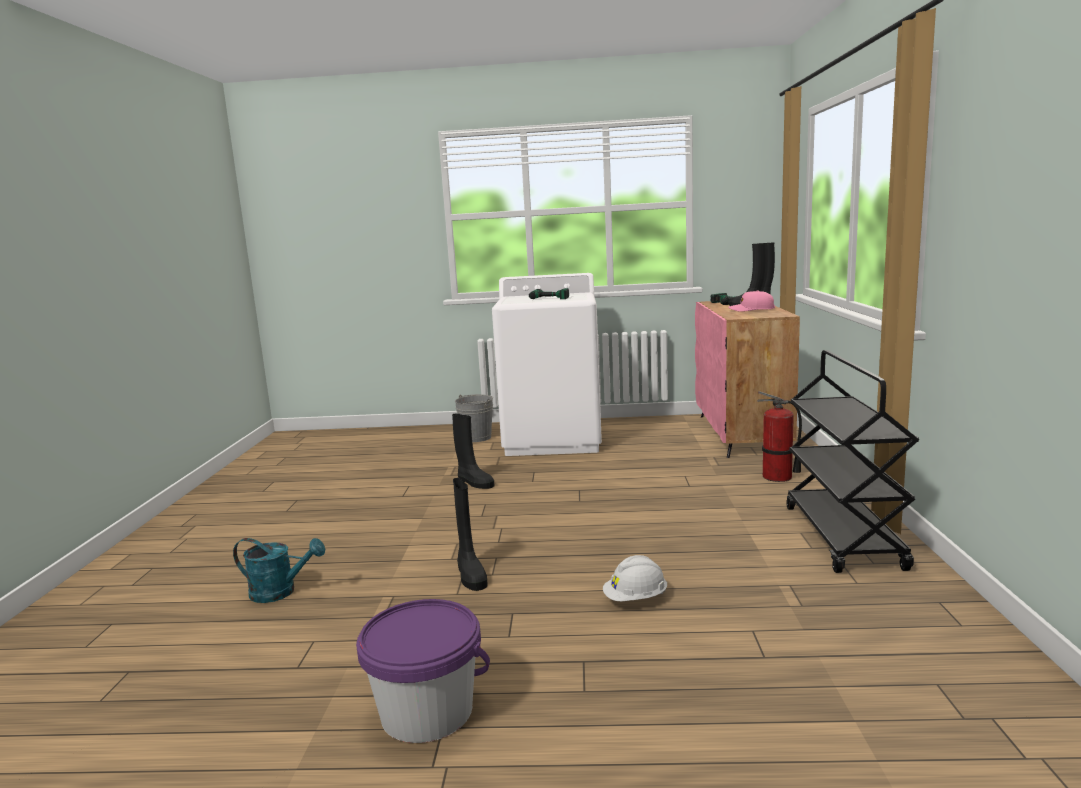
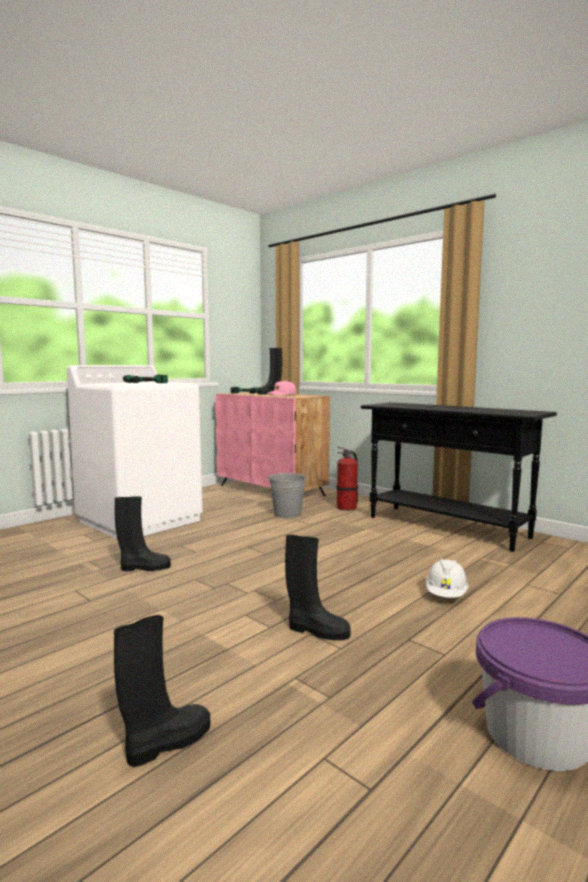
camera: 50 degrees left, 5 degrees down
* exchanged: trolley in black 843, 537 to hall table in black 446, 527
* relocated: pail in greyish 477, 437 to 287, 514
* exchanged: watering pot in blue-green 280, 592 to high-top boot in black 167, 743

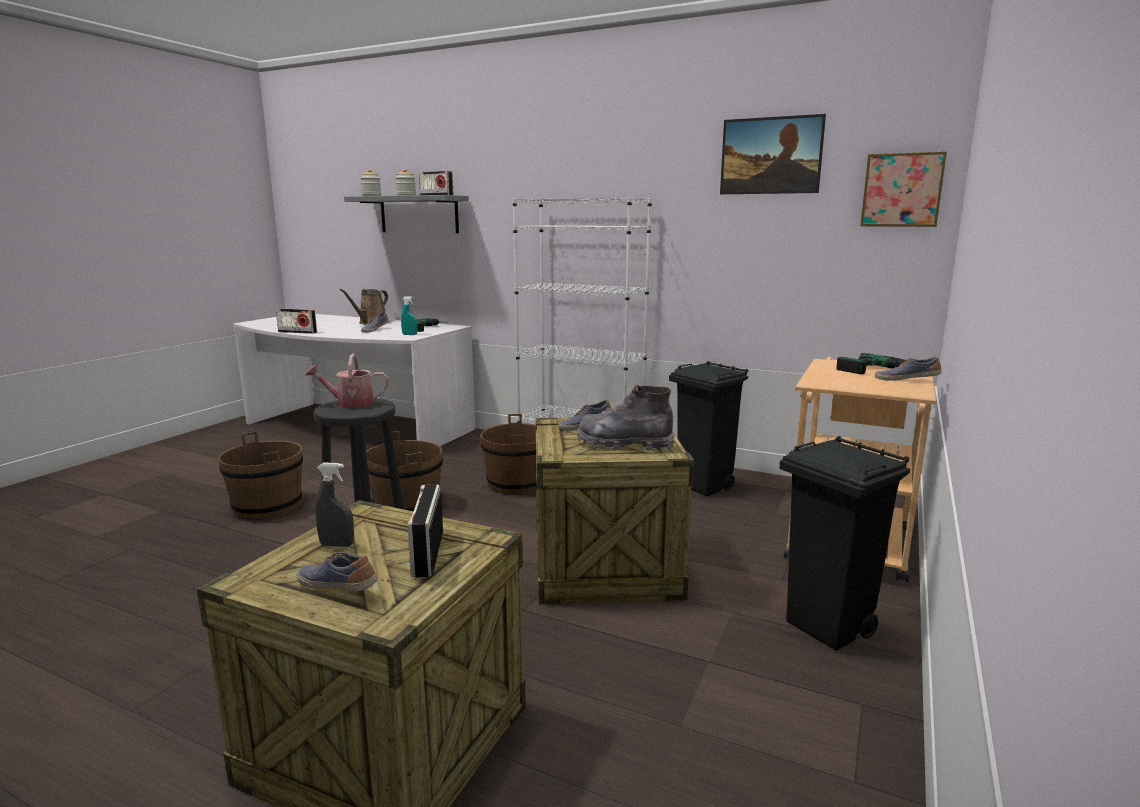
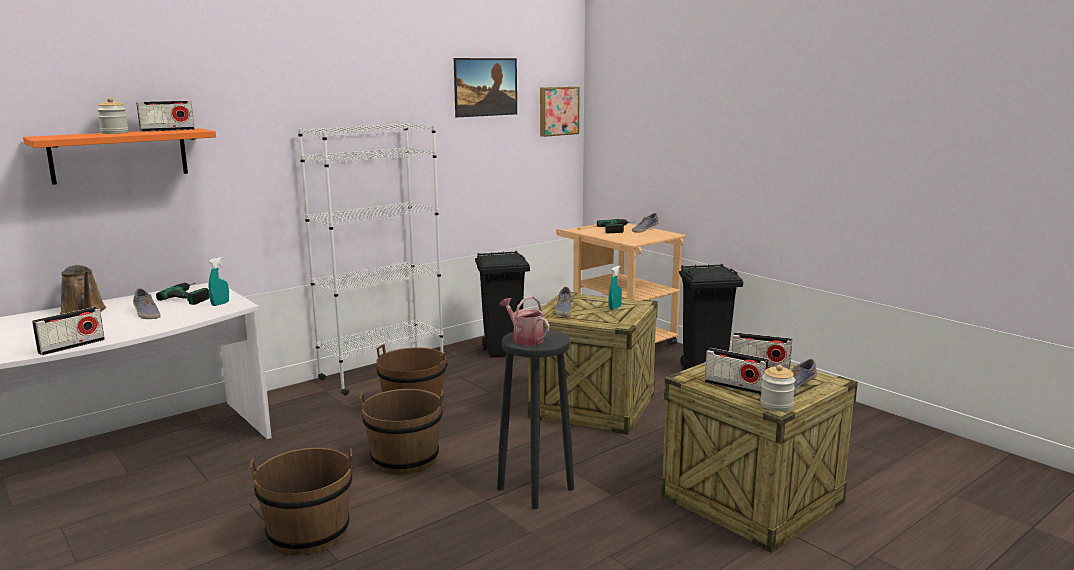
camera: 65 degrees left, 0 degrees up
* relocated: jar 371, 196 to 776, 405
* colour: shelf in greyish 419, 214 to shelf in orange 119, 155
* spun: watering pot 350, 403 = 525, 338 120 degrees clockwise
* exchanged: high-top boot in greyish 624, 444 to spray bottle in blue-green 614, 308
* exchanged: spray bottle in greyish 337, 545 to radio receiver 735, 387

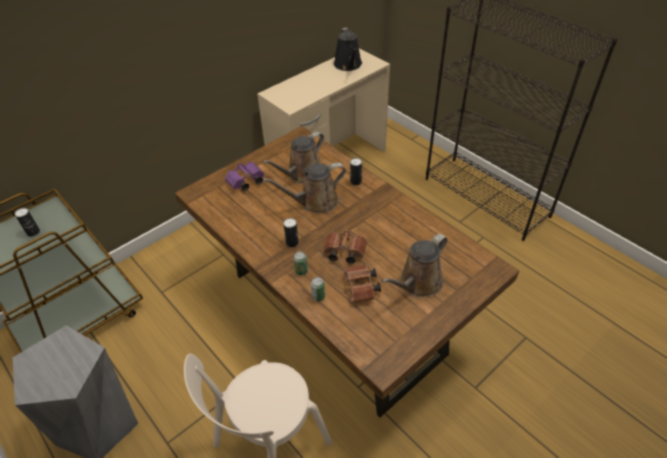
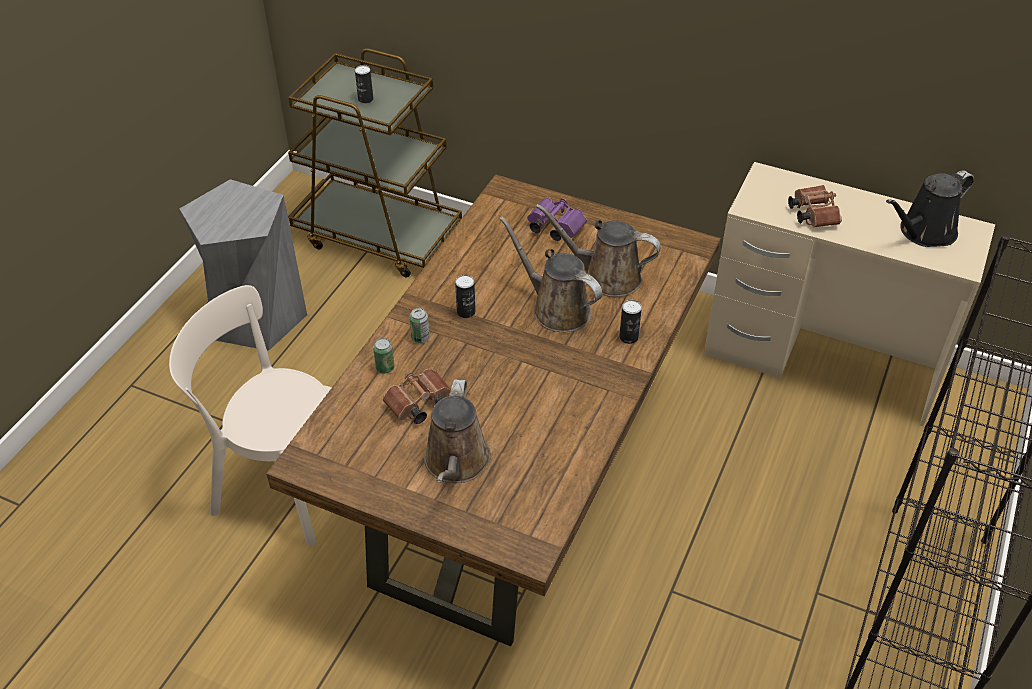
camera: 65 degrees right, 0 degrees up
* relocated: pair of binoculars in brown 343, 252 to 812, 214
* spun: watering pot in brown 417, 283 = 456, 463 105 degrees counterclockwise

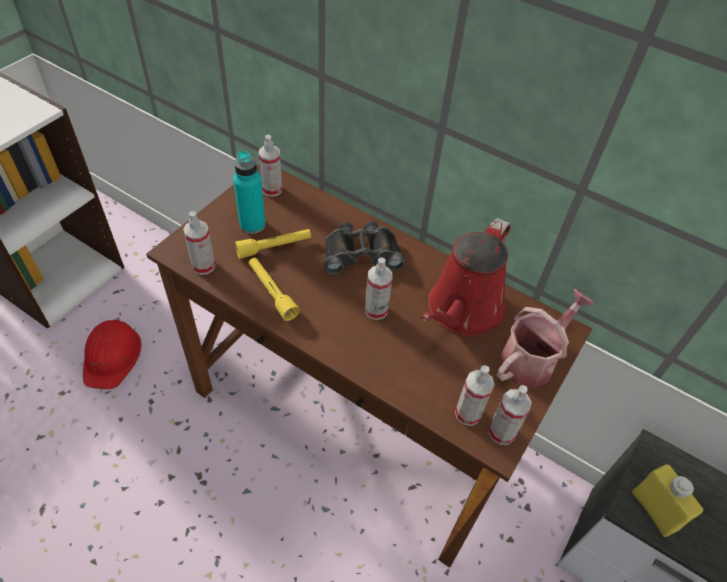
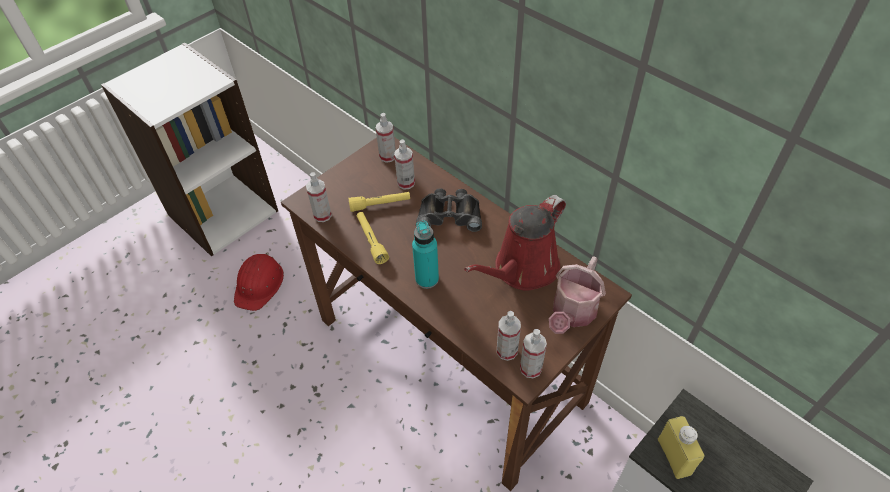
camera: 15 degrees right, 0 degrees up
* relocated: drink bottle in blue-green 252, 225 to 427, 279
* relocated: spray bottle 376, 310 to 406, 183
* spun: watering pot 532, 359 = 572, 314 150 degrees clockwise

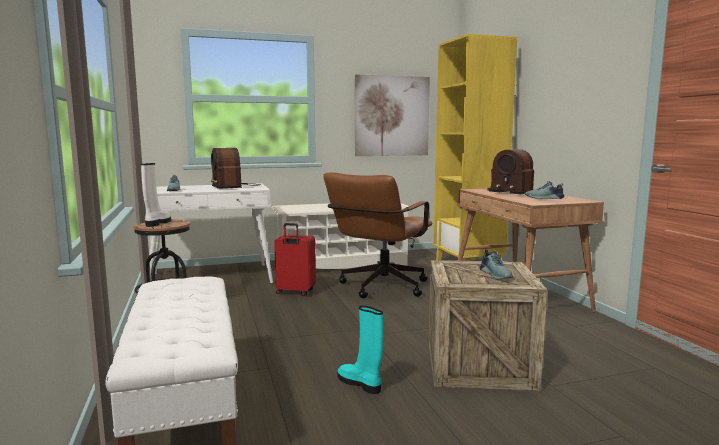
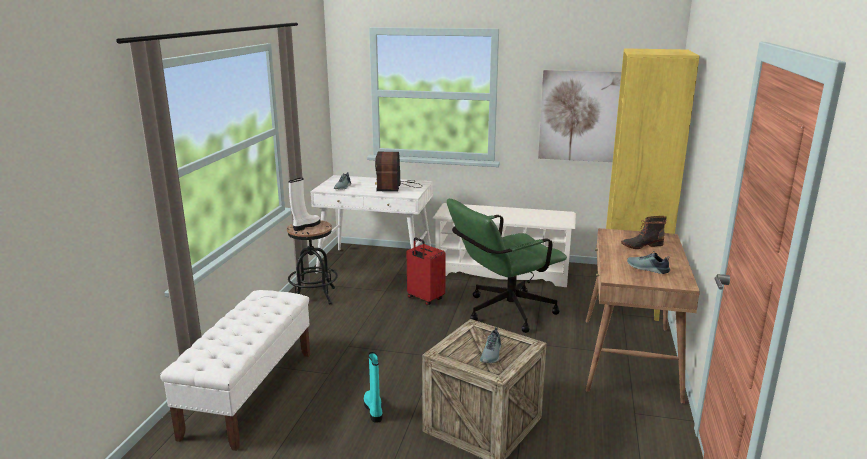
camera: 30 degrees right, 10 degrees up
* exchanged: radio receiver 510, 191 to high-top boot 641, 245
* colour: office chair in brown 379, 288 to office chair in green-coloured 502, 313

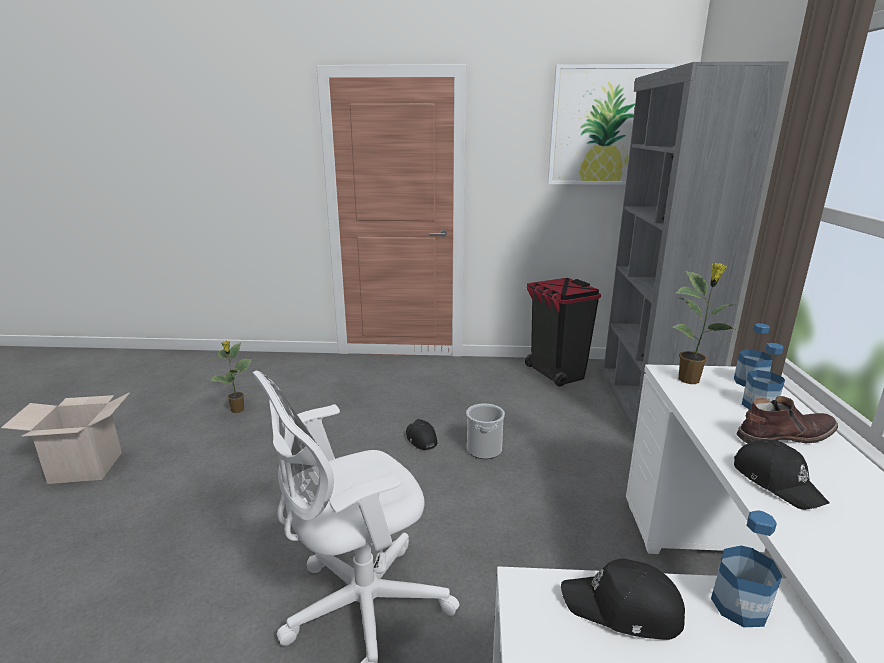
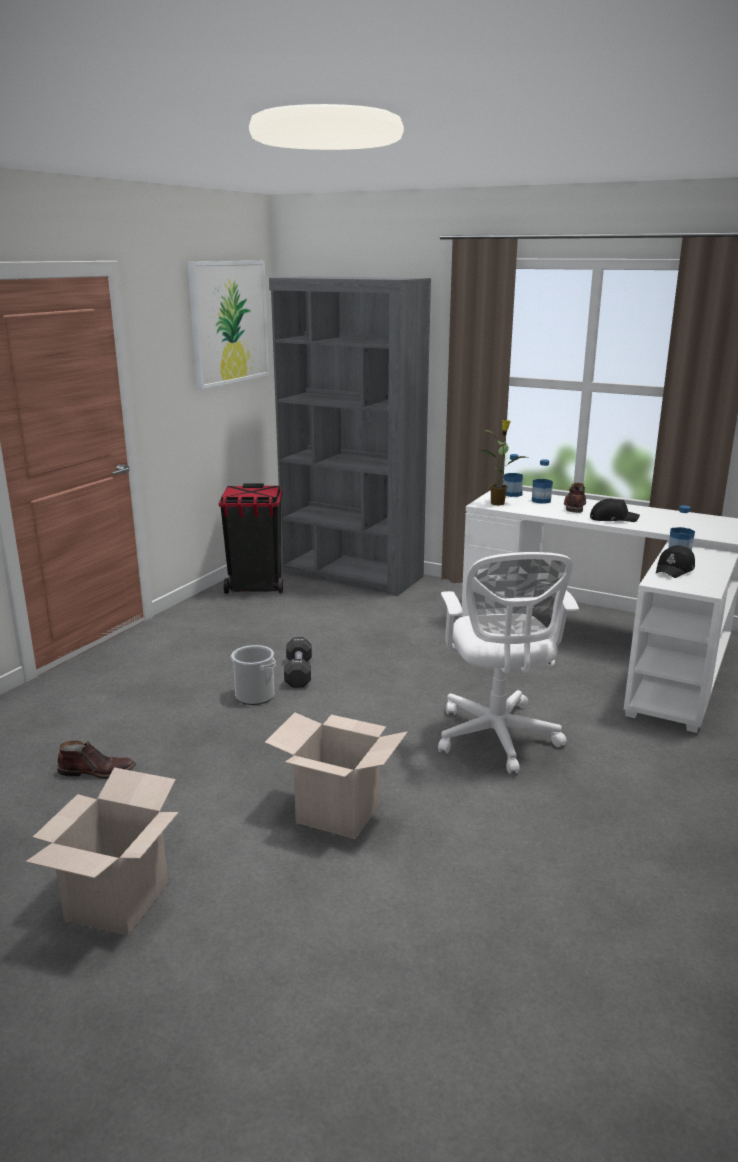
camera: 65 degrees left, 0 degrees up
* exchanged: houseplant 237, 410 to high-top boot in brown 98, 771
* relocated: pail 484, 450 to 255, 696
* exchanged: peaked cap in black 420, 439 to dumbbell in black 298, 673
* appeared: packing box 338, 813

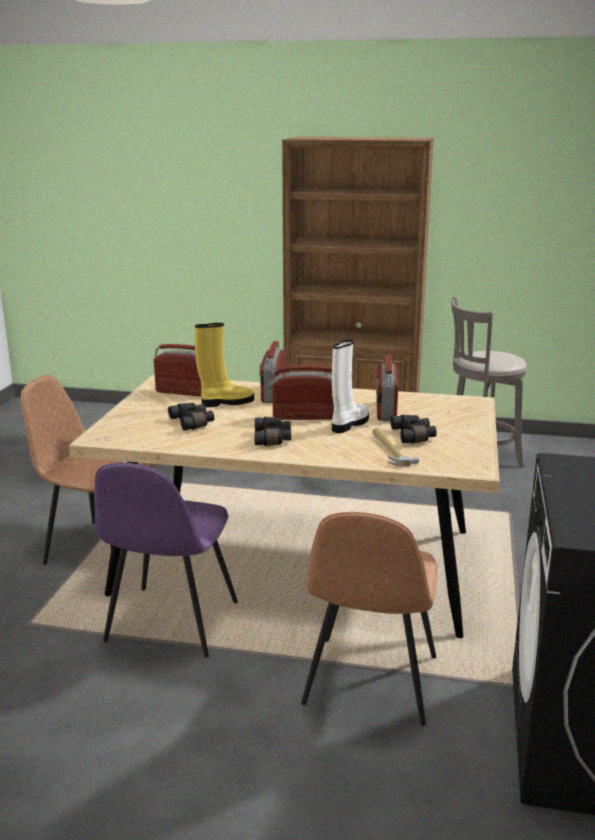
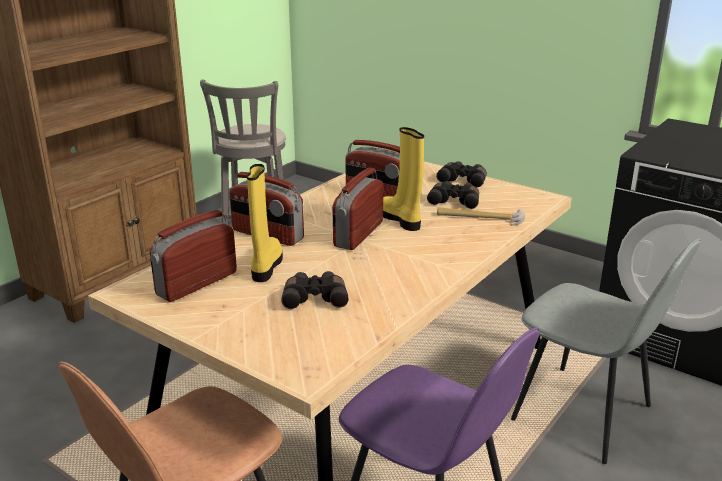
camera: 65 degrees left, 5 degrees up
* colour: high-top boot in white-coloured 349, 424 to high-top boot in yellow 400, 219
* relocated: pair of binoculars in black 273, 439 to 463, 180
* colour: chair in brown 370, 683 to chair in greyish 585, 415

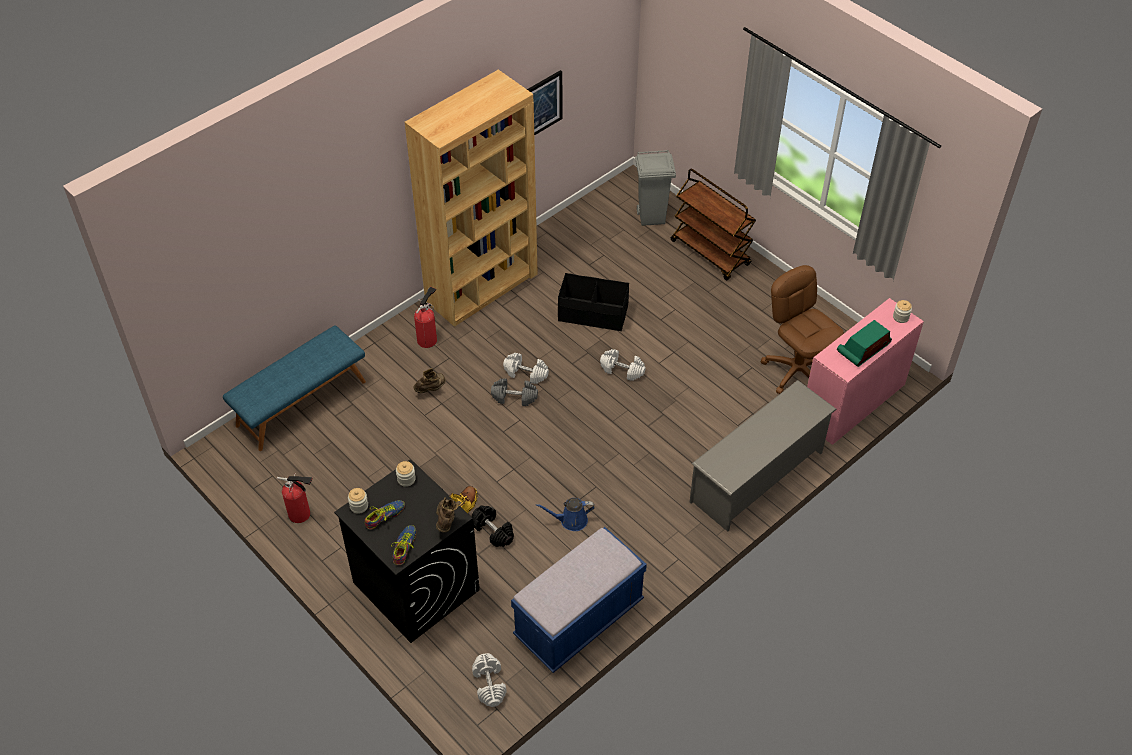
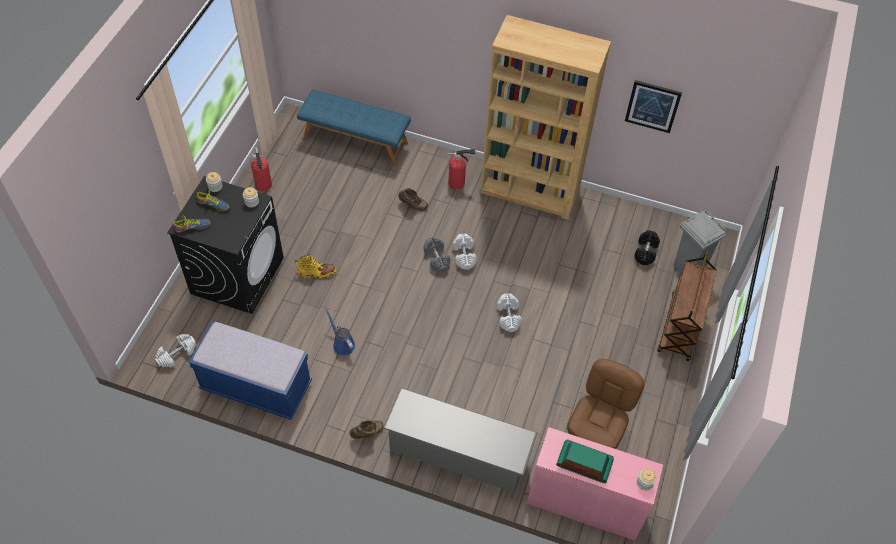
camera: 60 degrees right, 5 degrees up
* missing: storage bin in black 593, 314
* relocated: high-top boot in brown 446, 522 to 367, 434
* relocated: dumbbell in black 493, 531 to 645, 252

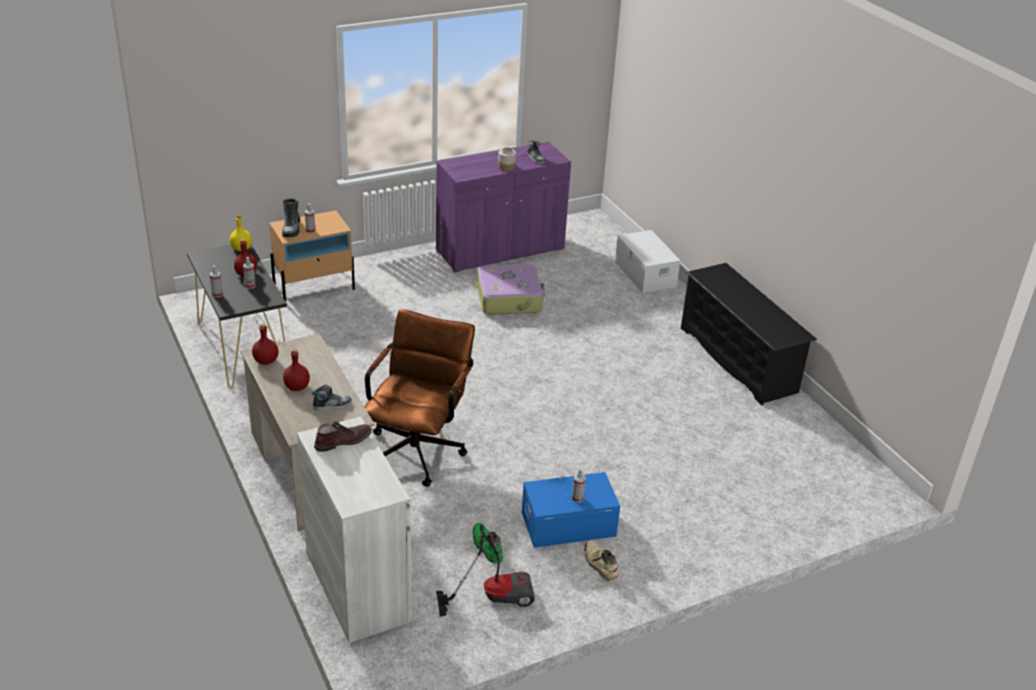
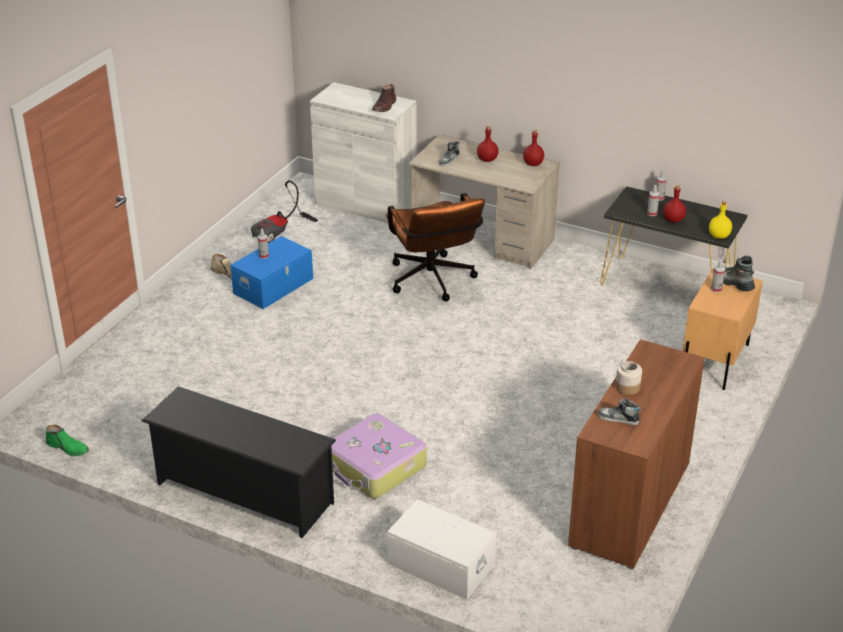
camera: 145 degrees right, 0 degrees up
* colour: storage cabinet in purple 500, 250 to storage cabinet in brown 630, 505
* relocated: piece of luggage 509, 298 to 375, 467
* relocated: high-top boot in green-coloured 486, 546 to 68, 448

